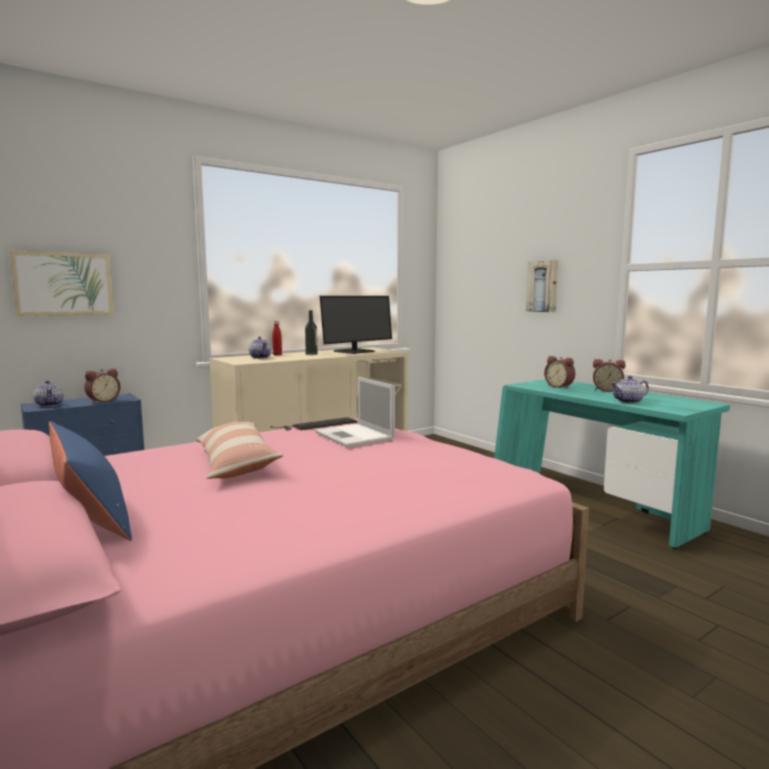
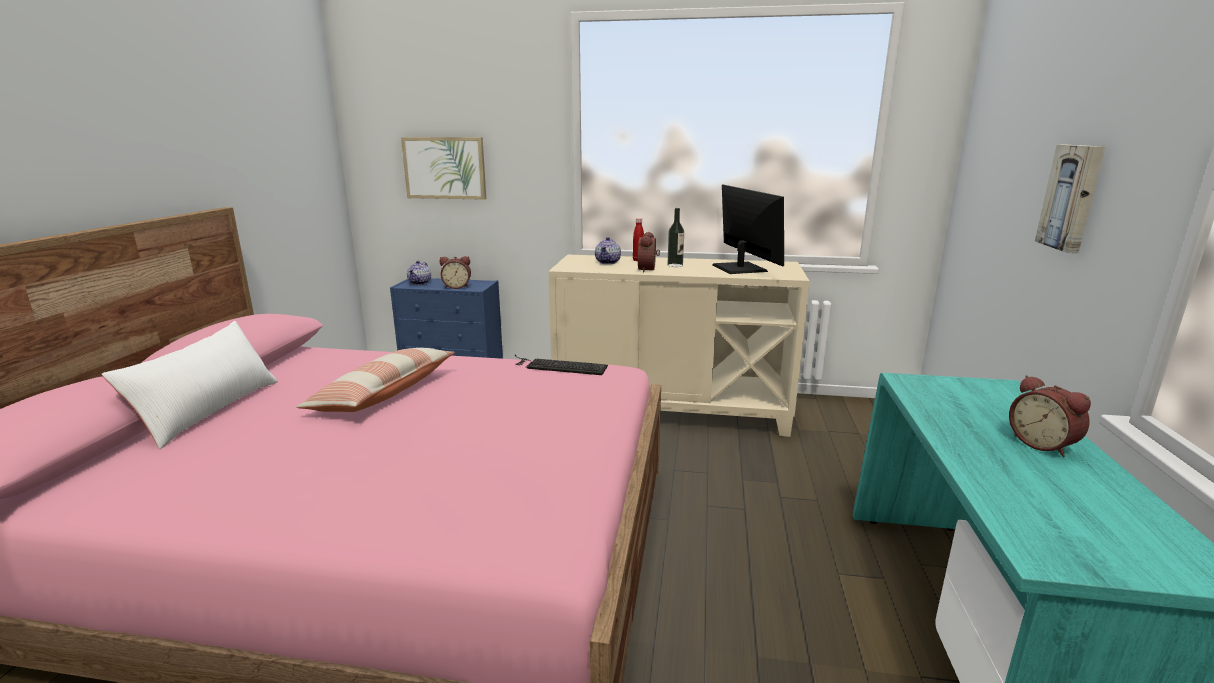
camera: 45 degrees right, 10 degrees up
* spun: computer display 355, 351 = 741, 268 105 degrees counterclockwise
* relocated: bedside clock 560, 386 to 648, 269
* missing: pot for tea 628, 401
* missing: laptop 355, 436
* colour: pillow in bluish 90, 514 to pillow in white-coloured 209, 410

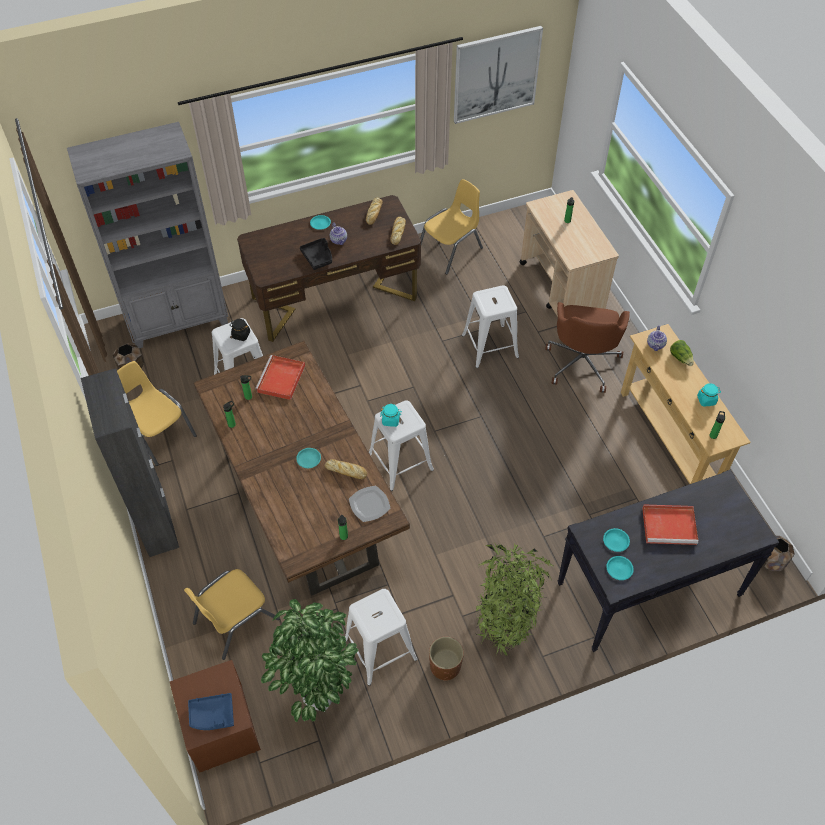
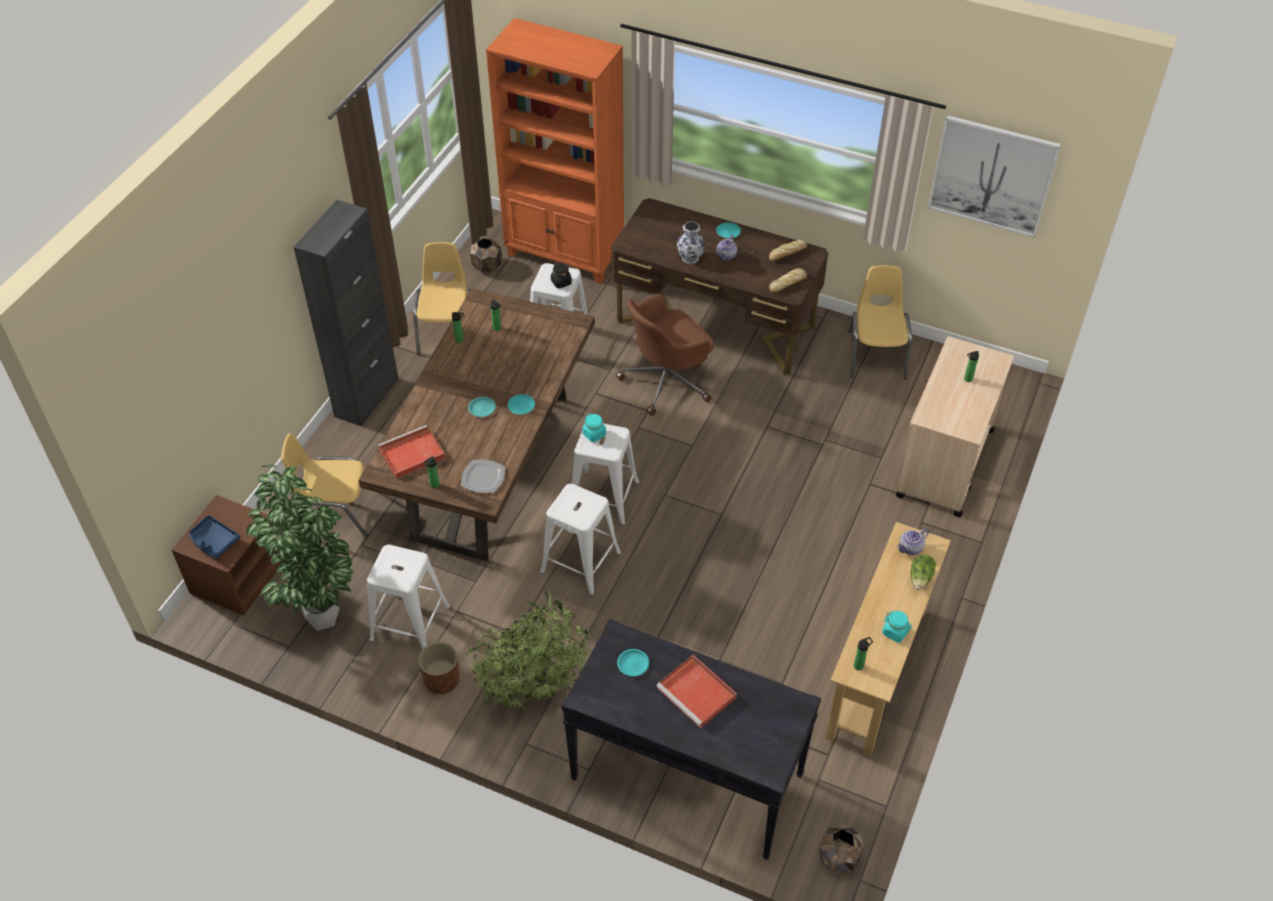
camera: 45 degrees right, 5 degrees down
* colour: shelving unit in greyish 178, 320 to shelving unit in orange 565, 254
* spun: chair in yellow 450, 250 = 876, 354 90 degrees counterclockwise
* exchanged: tray in black 318, 257 to flower vase 690, 258
* relocated: stool seat in white-coloured 490, 346 to 580, 562
* relocated: office chair in brown 582, 362 to 667, 381
* relocated: tray in red-coloured 281, 379 to 411, 454
* missing: bakery bread 347, 471
* relocated: plate in blue-green 619, 569 to 521, 406

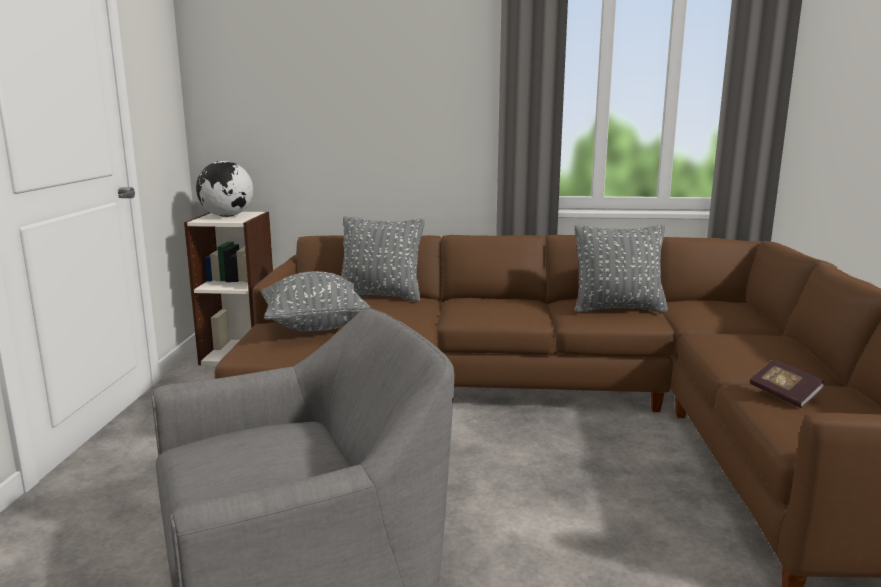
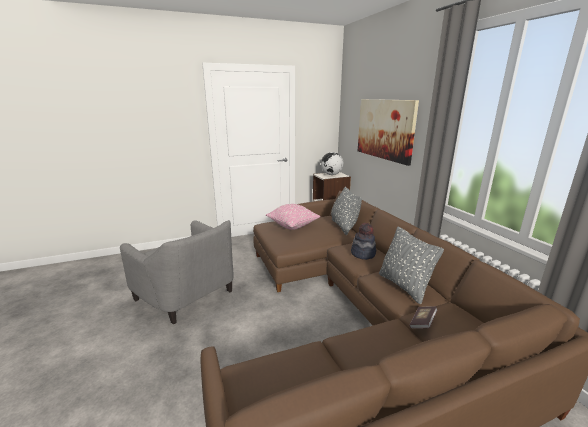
camera: 65 degrees right, 5 degrees up
* colour: pillow in greyish 314, 326 to pillow in pinkish 292, 226
* relocated: volume 784, 395 to 422, 322
* appeared: wall art 385, 129
* appeared: hat 363, 254

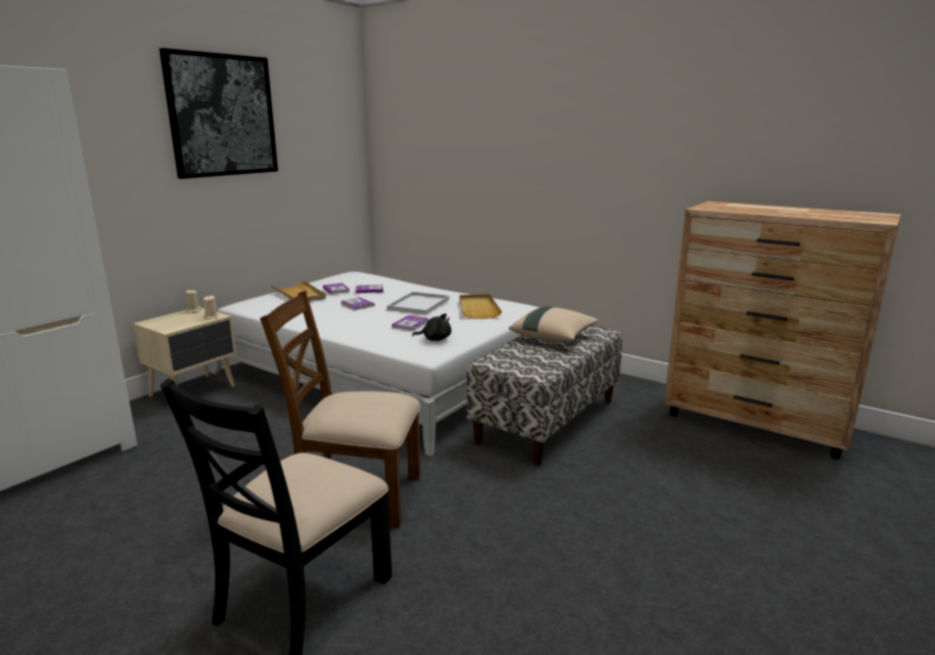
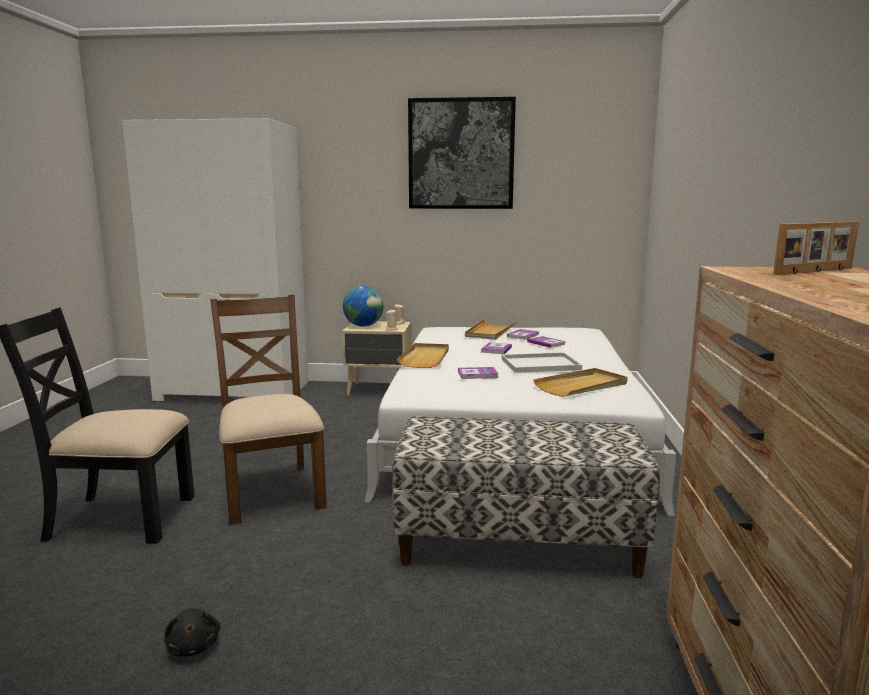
camera: 60 degrees right, 5 degrees down
* missing: pillow in sand-coloured 553, 338
* relocated: plush toy in black 435, 339 to 194, 646
* appeared: photo frame 816, 271
* appeared: globe 363, 326
* appeared: tray in sand-coloured 425, 358

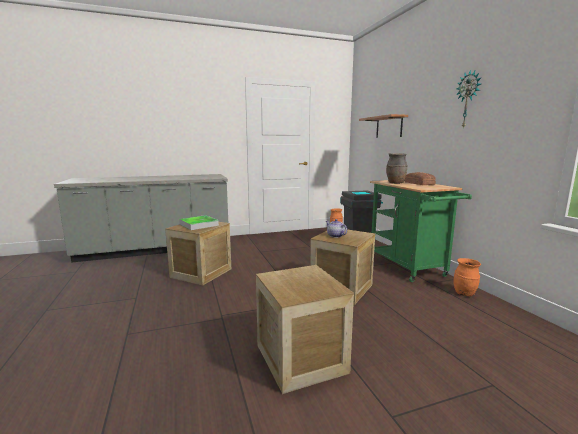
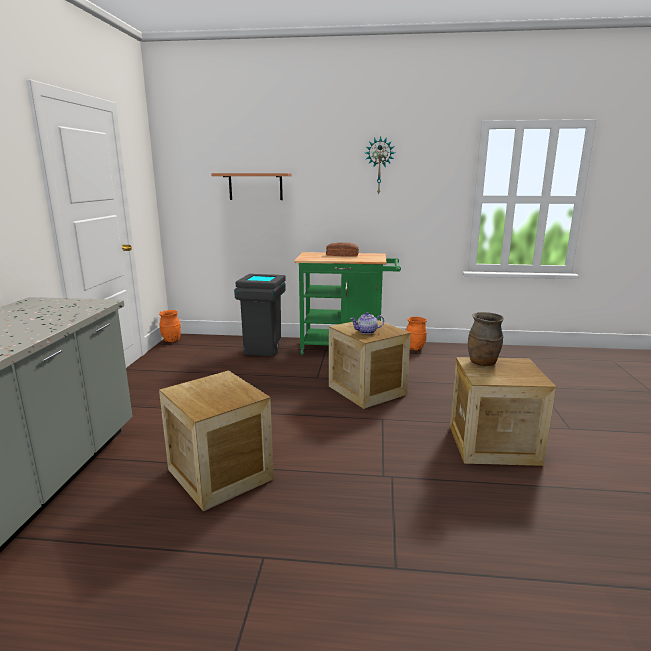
camera: 65 degrees left, 5 degrees up
* relocated: flower vase in brown 395, 183 to 483, 363
* missing: tray 199, 225

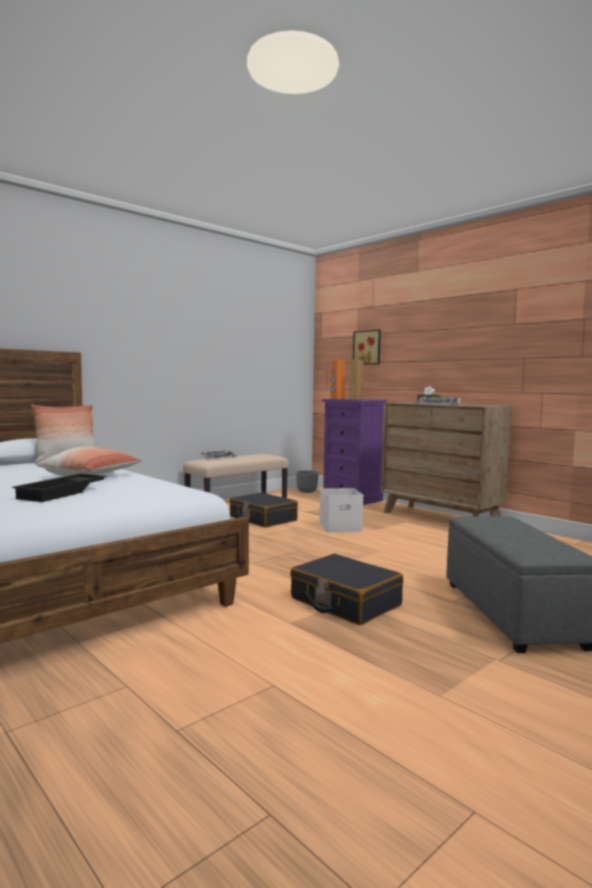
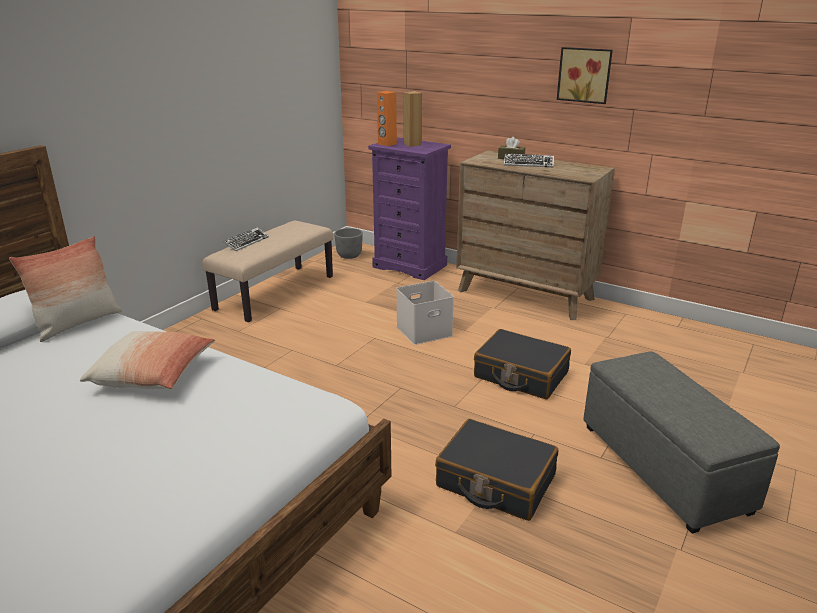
camera: 15 degrees left, 20 degrees up
* relocated: wall art 367, 347 to 585, 75
* missing: tray in black 63, 493
* relocated: piece of luggage in black 262, 519 to 520, 375

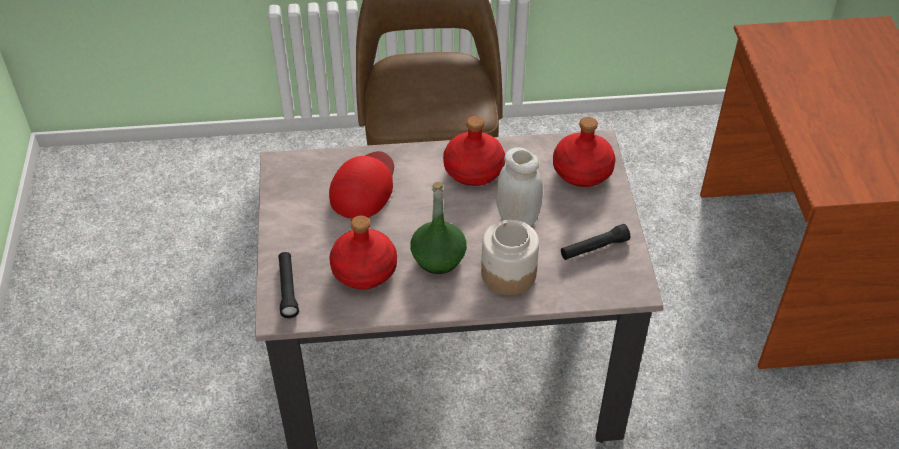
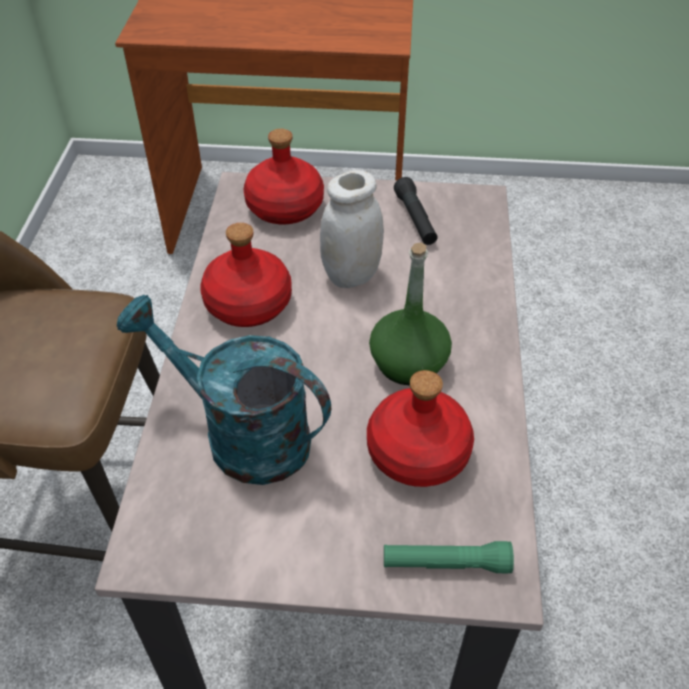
camera: 80 degrees left, 0 degrees up
* exchanged: peaked cap in red-coloured 364, 187 to watering pot in blue-green 241, 434
* missing: jar 508, 273
* colour: hand torch in black 288, 289 to hand torch in green-coloured 445, 563

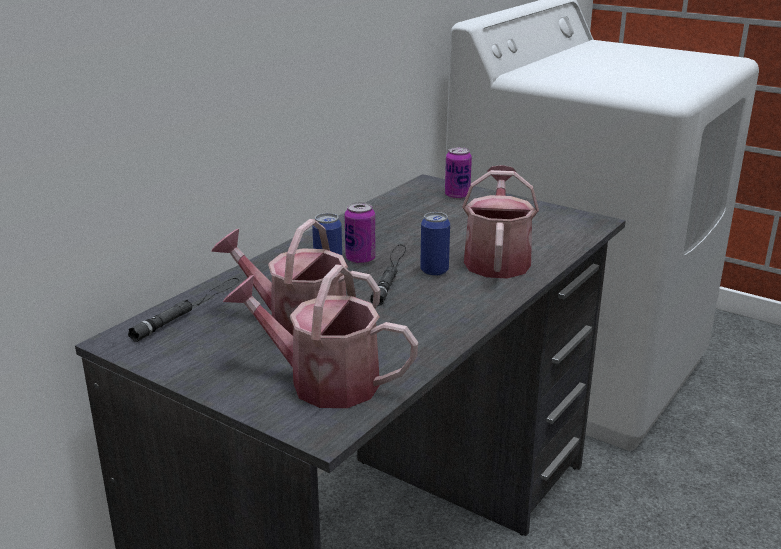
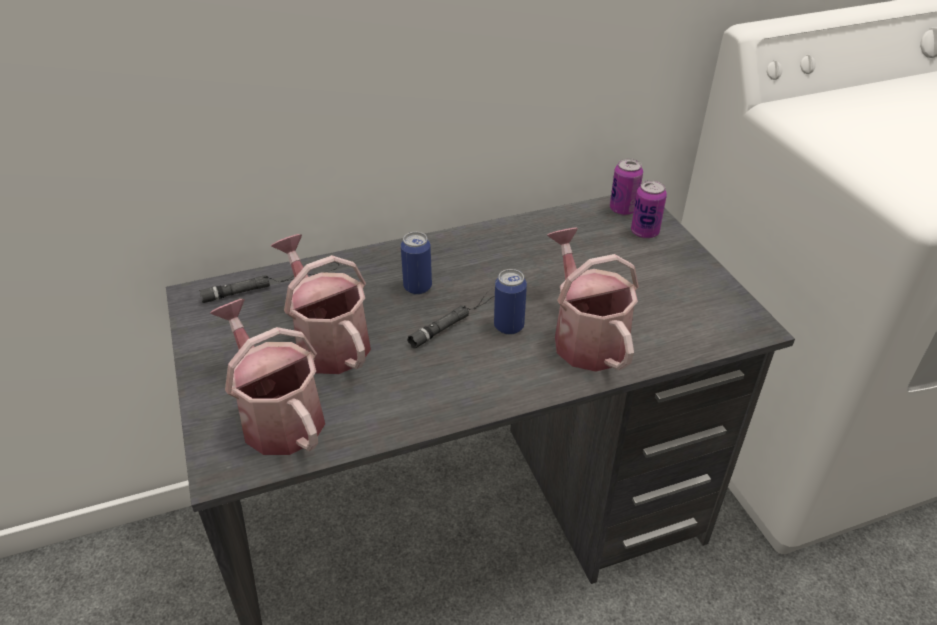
camera: 35 degrees right, 15 degrees up
* spun: watering pot 497, 259 = 585, 336 60 degrees counterclockwise
* relocated: can 360, 259 to 623, 209

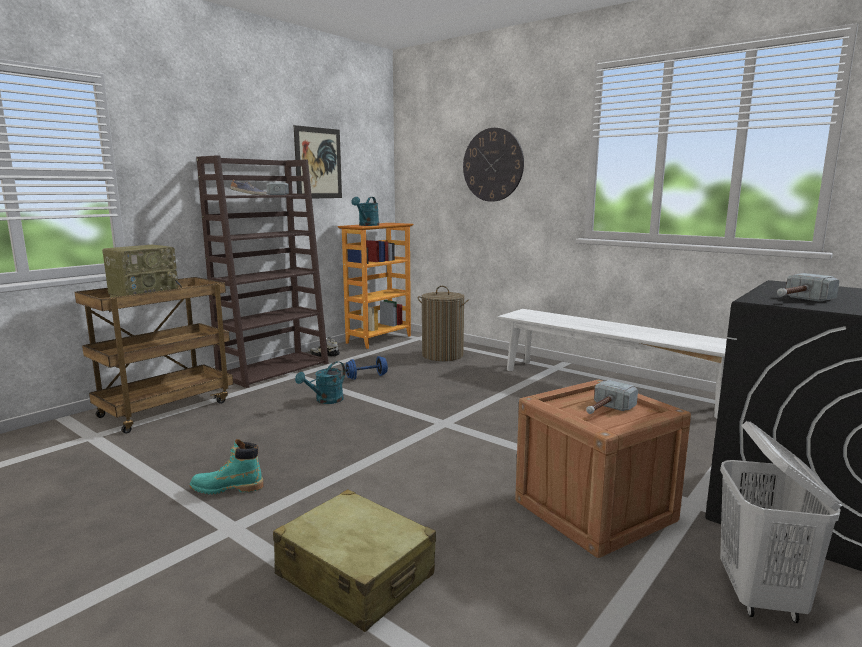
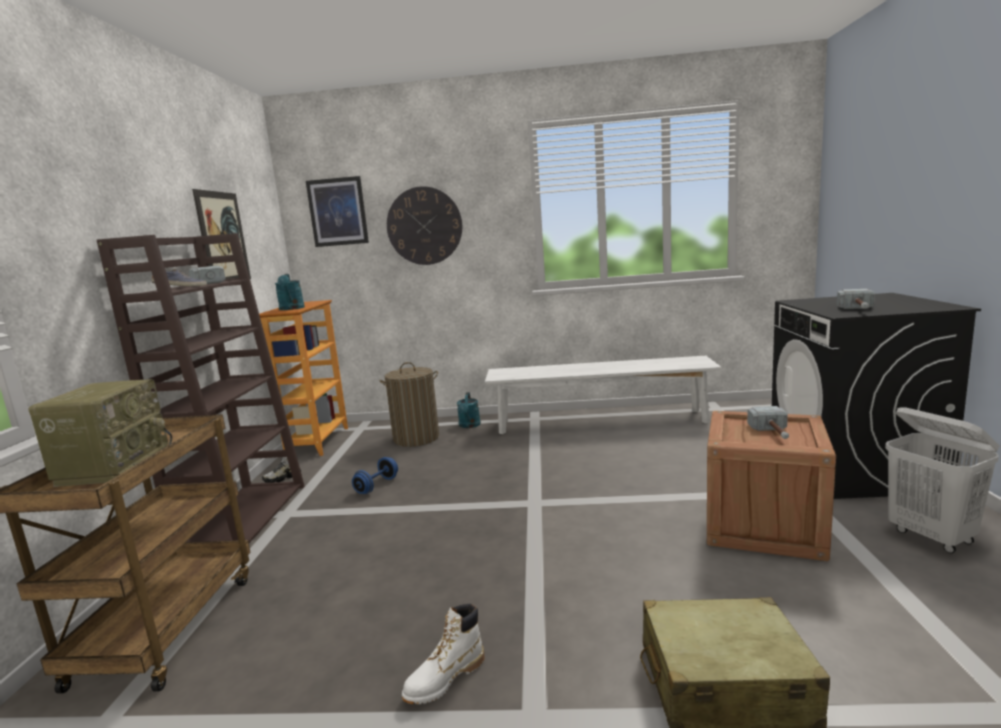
camera: 35 degrees left, 0 degrees up
* relocated: watering pot in blue-green 325, 401 to 469, 425
* colour: high-top boot in blue-green 227, 488 to high-top boot in white-coloured 445, 679
* appeared: wall art 338, 212

